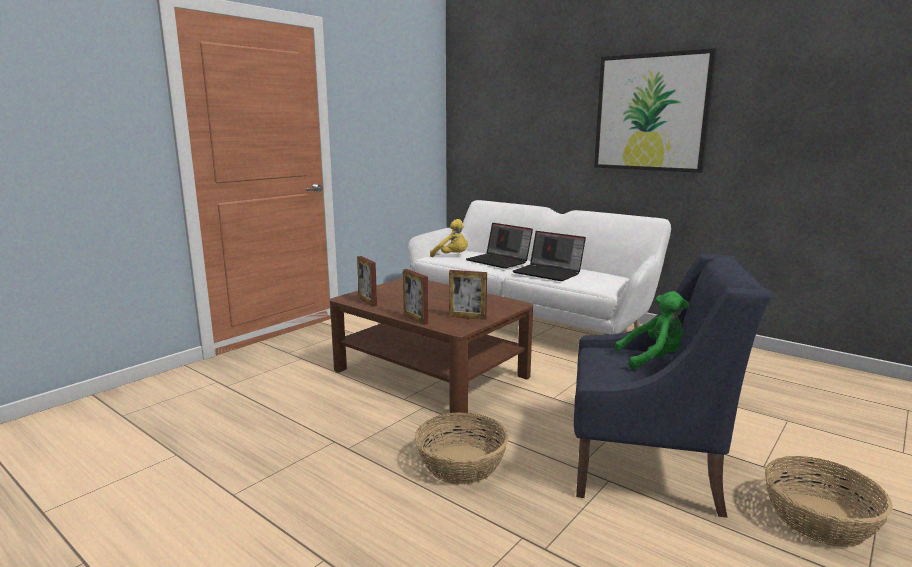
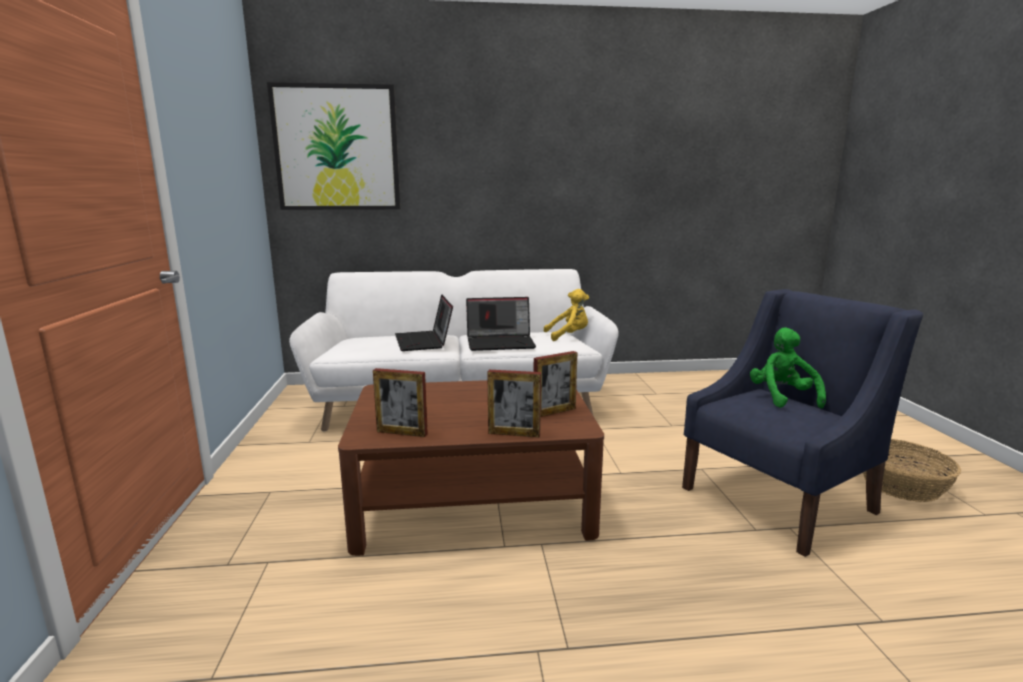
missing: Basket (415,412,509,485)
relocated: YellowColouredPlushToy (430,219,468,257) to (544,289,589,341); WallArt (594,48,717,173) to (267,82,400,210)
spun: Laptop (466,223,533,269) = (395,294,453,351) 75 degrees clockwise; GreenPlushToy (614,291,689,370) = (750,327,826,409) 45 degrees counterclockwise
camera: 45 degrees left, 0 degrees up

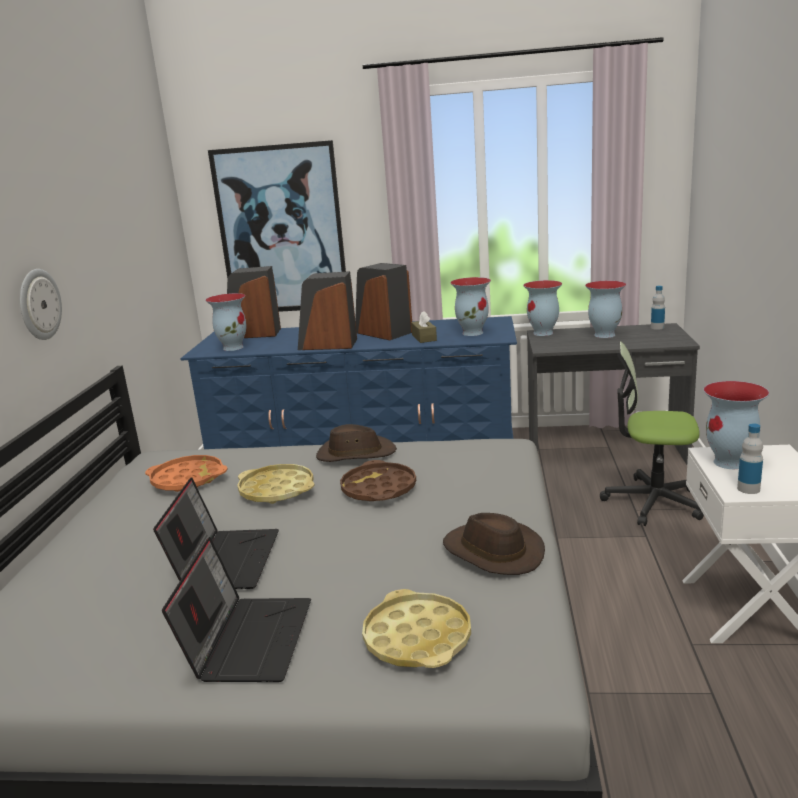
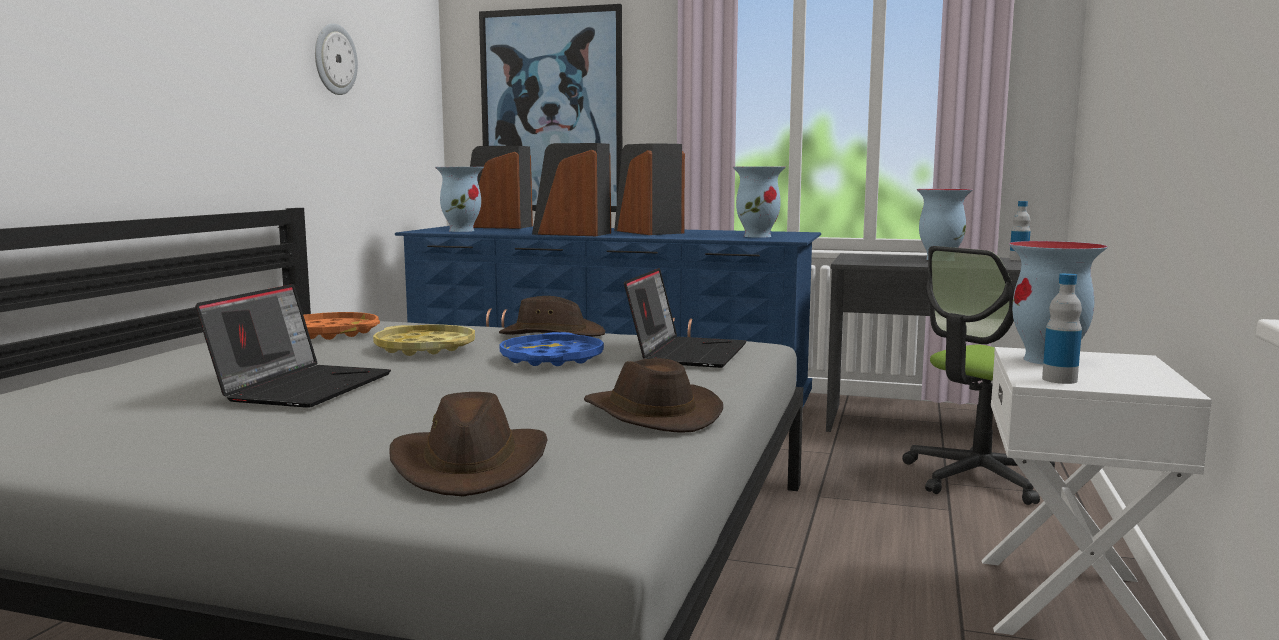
missing: BrownishTissueBox (411,311,437,343); FlowerVase (523,280,562,336)
relocated: HangingClock (20,269,62,340) to (315,23,358,95); Laptop (162,537,311,682) to (624,268,746,368)
exchanged: YellowColouredServingTray (362,589,471,668) to BrownishClothingHat (389,392,548,496)
colour: BrownishServingTray (340,460,416,501) to BlueColouredServingTray (500,332,604,366)
spun: DeskChair (600,342,704,526) = (902,246,1055,505) 60 degrees counterclockwise
camera: 10 degrees right, 10 degrees down

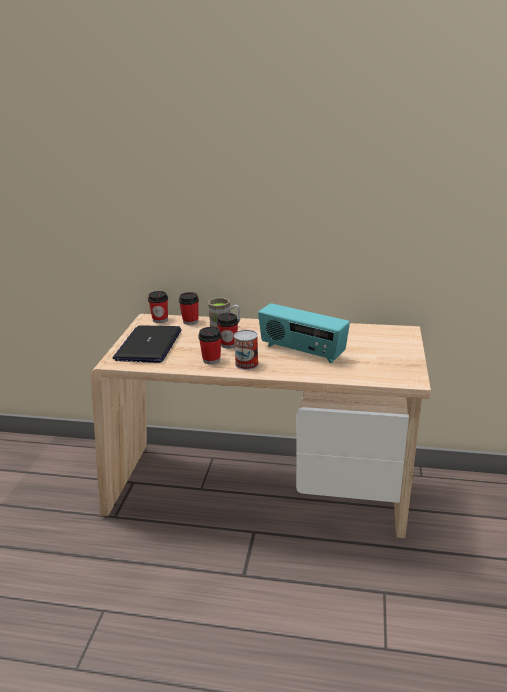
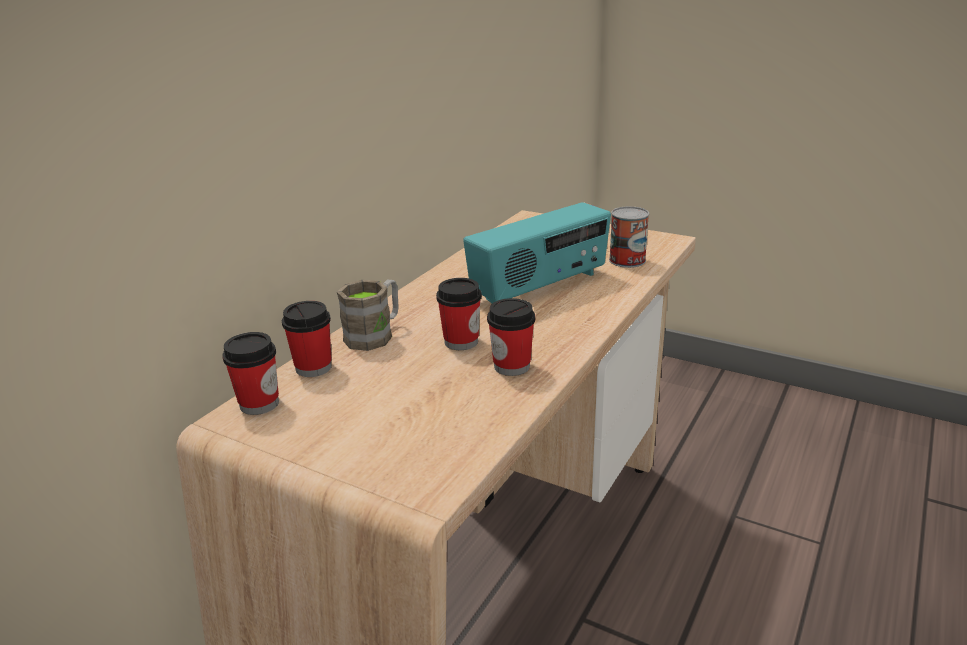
missing: Laptop (113,325,182,363)
relocated: Can (234,330,259,370) to (609,206,649,268)
camera: 70 degrees left, 0 degrees up

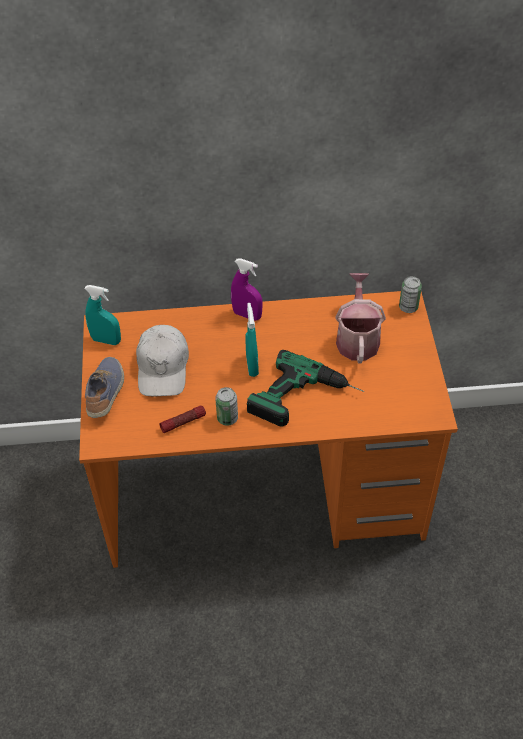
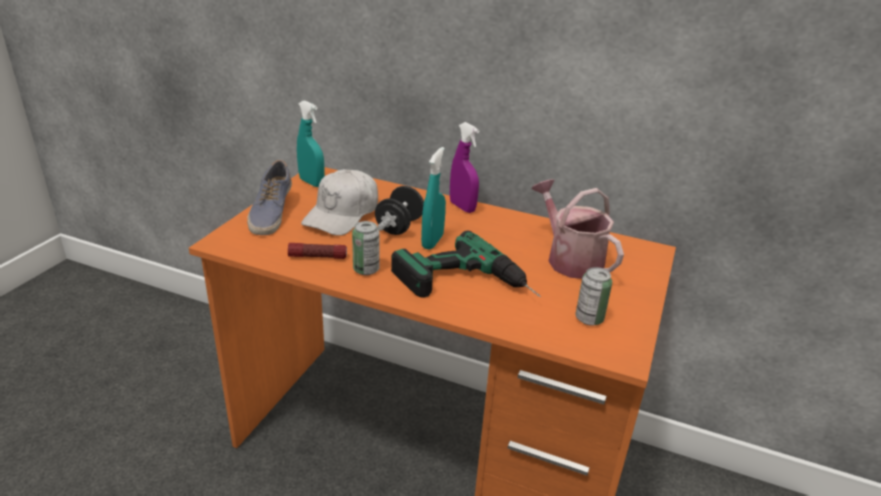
appeared: BlackColouredFreeWeight (375,186,424,235)
relocated: Can (399,276,422,313) to (576,267,612,326)
spun: ItemOfFootwear (85,357,124,418) = (247,160,292,235) 150 degrees clockwise; WateringCan (335,273,386,363) = (532,179,624,279) 60 degrees counterclockwise
camera: 25 degrees right, 20 degrees down

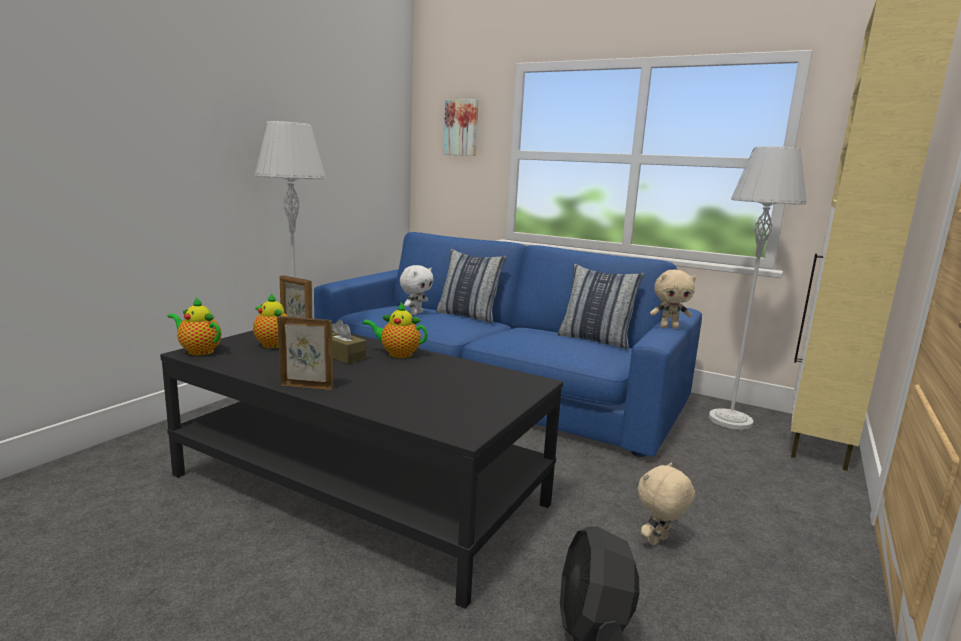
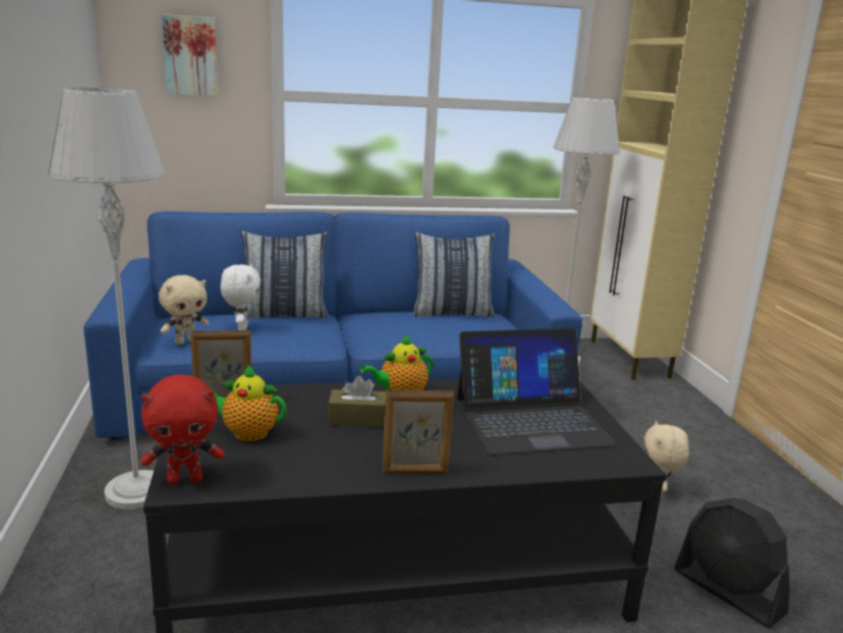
appeared: Laptop (457,328,617,455)
relocated: BeigeColouredPlushToy (650,270,696,329) to (159,275,209,345)
exchanged: PotForTea (168,297,221,356) to RedColouredPlushToy (141,375,224,485)
spun: StandingFrame (277,316,333,390) = (382,390,454,474) 150 degrees counterclockwise
camera: 40 degrees left, 5 degrees up

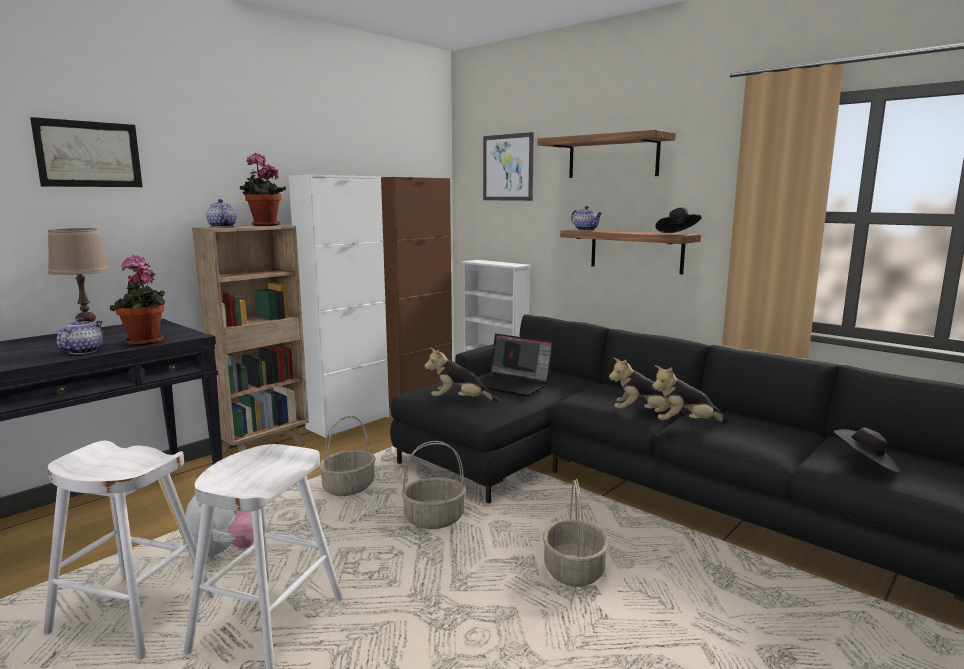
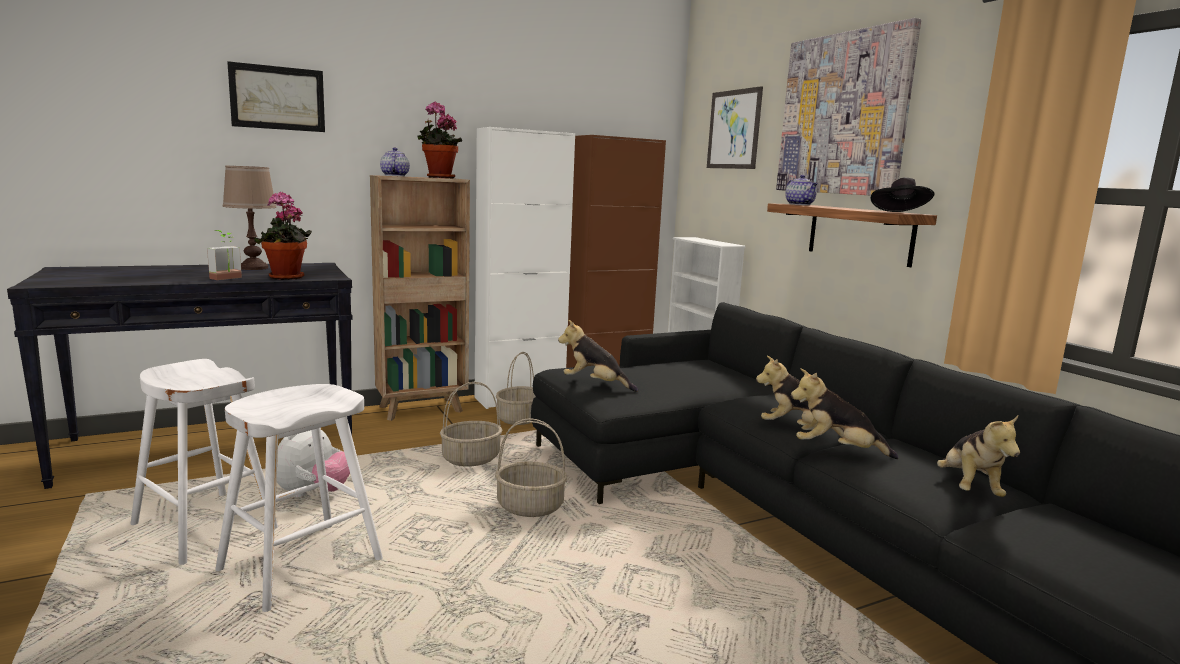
missing: Laptop (479,334,553,397); BlackColouredClothingHat (833,427,899,473)
appeared: PlushToy (937,415,1020,497)
relocated: Basket (543,479,608,587) to (496,352,536,425)
exchanged: PotForTea (57,317,103,354) to PottedPlant (207,230,242,280); BracketShelf (537,130,676,178) to WallArt (776,18,921,195)
camera: 20 degrees right, 0 degrees up

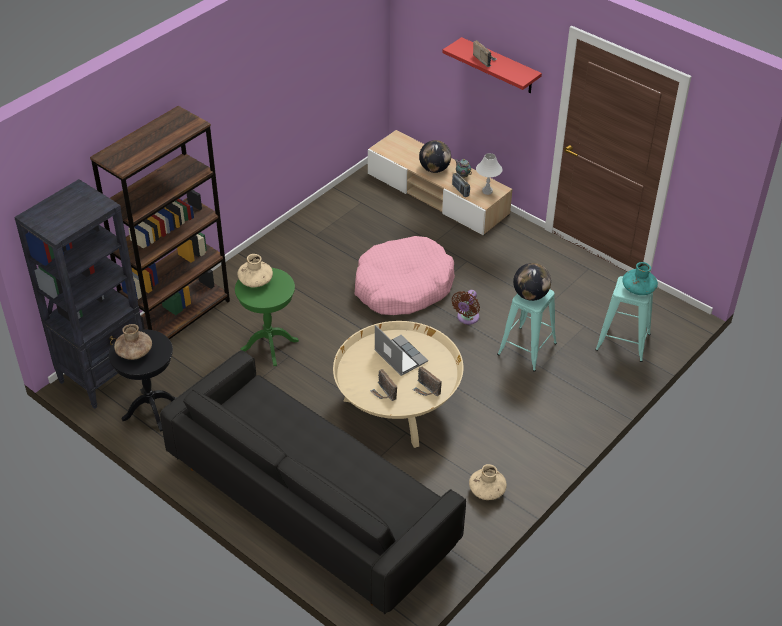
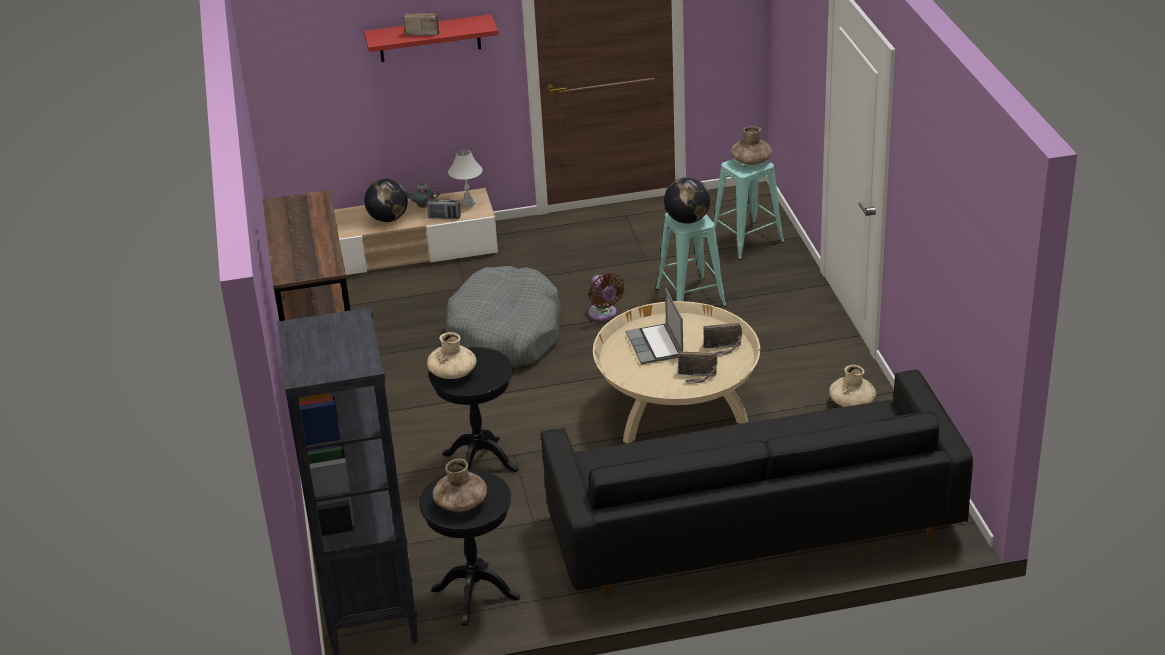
colour: GreenAccentTable (235,268,299,366) to BlackColouredAccentTable (429,347,518,472); PinkDogBed (355,236,455,315) to GrayDogBed (445,266,561,368); BlueGreenFlowerVase (622,262,658,295) to BrownishFlowerVase (731,126,772,165)
spun: Laptop (374,325,428,376) = (626,288,683,364) 105 degrees counterclockwise
camera: 50 degrees left, 10 degrees down

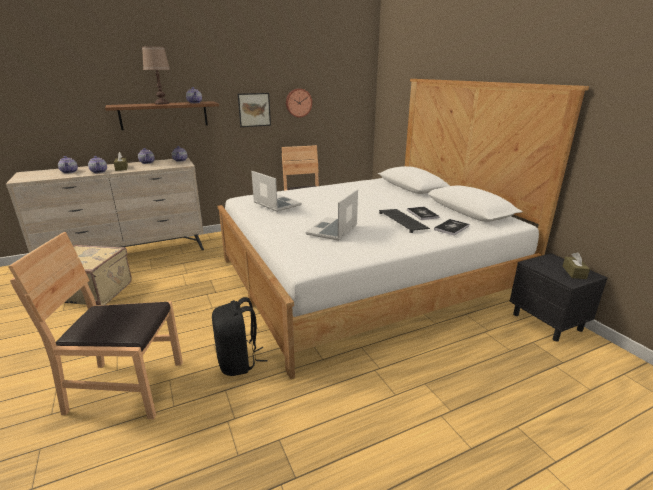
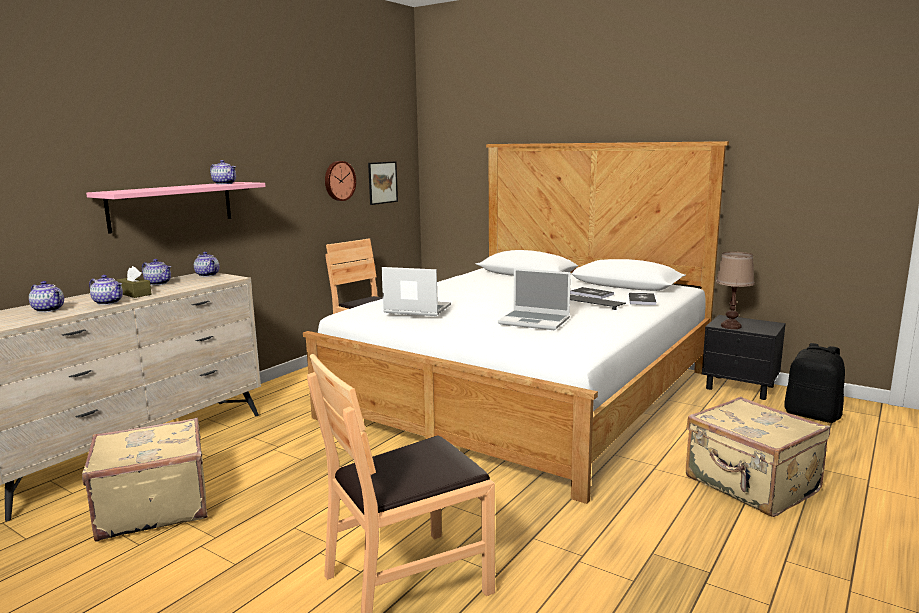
missing: BrownishTissueBox (563,252,590,279)
appeared: BeigeColouredSuitcase (686,397,830,517)
relocated: BrownishTableLamp (142,47,170,104) to (716,252,755,329); BlackColouredBackpack (212,297,268,376) to (785,343,845,423); WallArt (238,93,271,127) to (368,161,398,205)
colour: BrownishBracketShelf (105,101,219,130) to PinkBracketShelf (86,182,266,234)
spun: Laptop (306,189,358,241) = (498,268,571,330) 60 degrees counterclockwise
camera: 30 degrees left, 10 degrees down

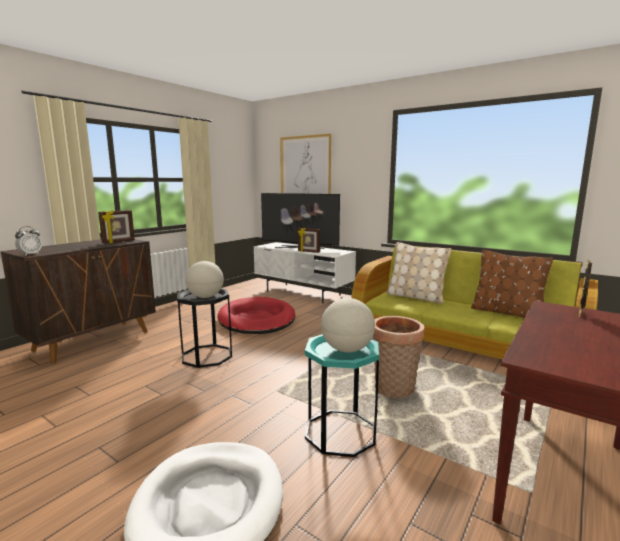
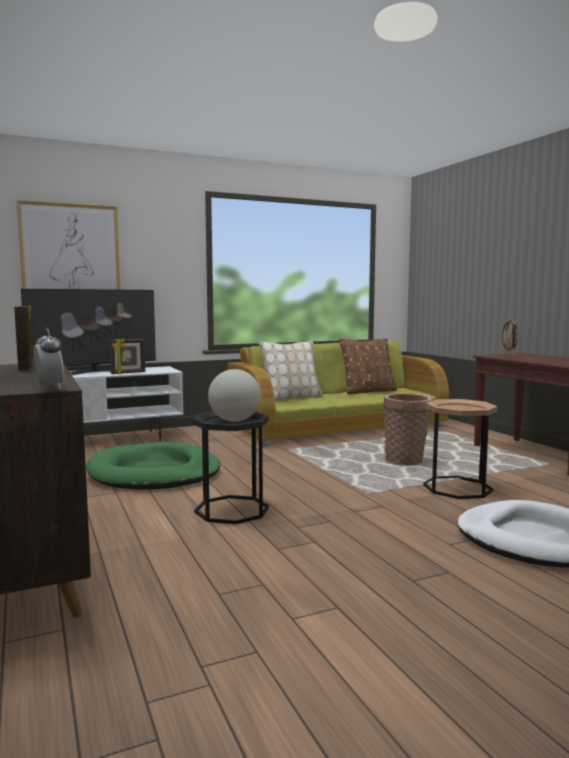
missing: WorldGlobe (321,298,375,352)
colour: RedColouredDogBed (217,297,296,334) to GreenDogBed (86,442,220,490); BlueGreenAccentTable (305,334,379,457) to BrownishAccentTable (423,399,498,499)
camera: 60 degrees left, 5 degrees down

